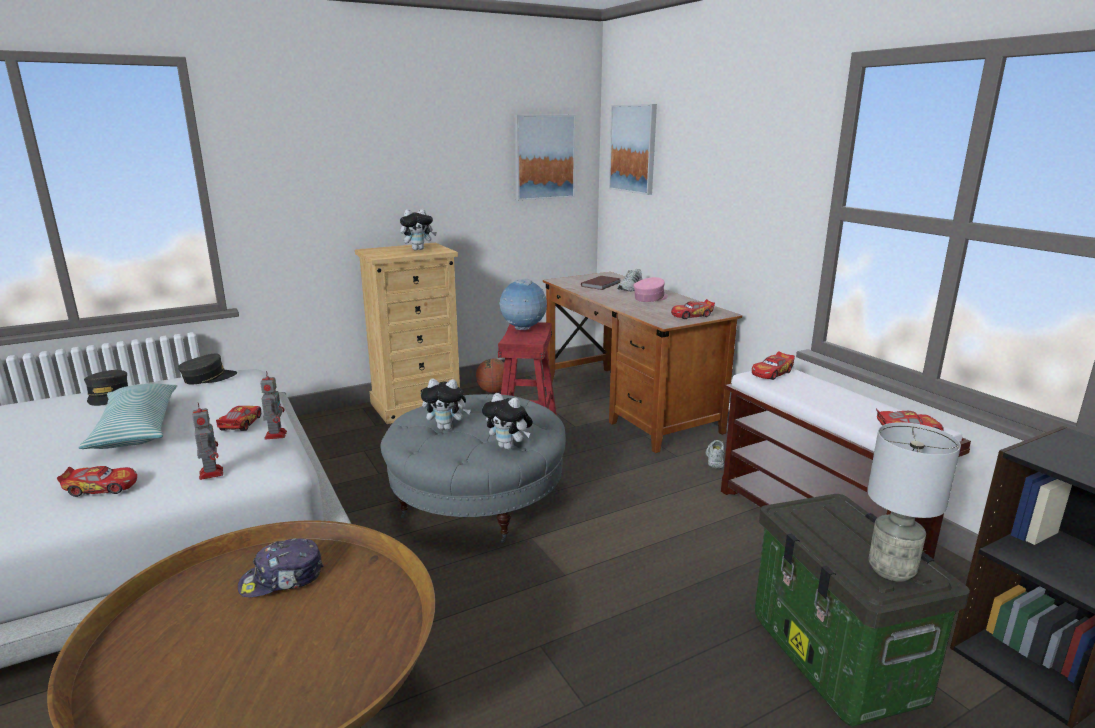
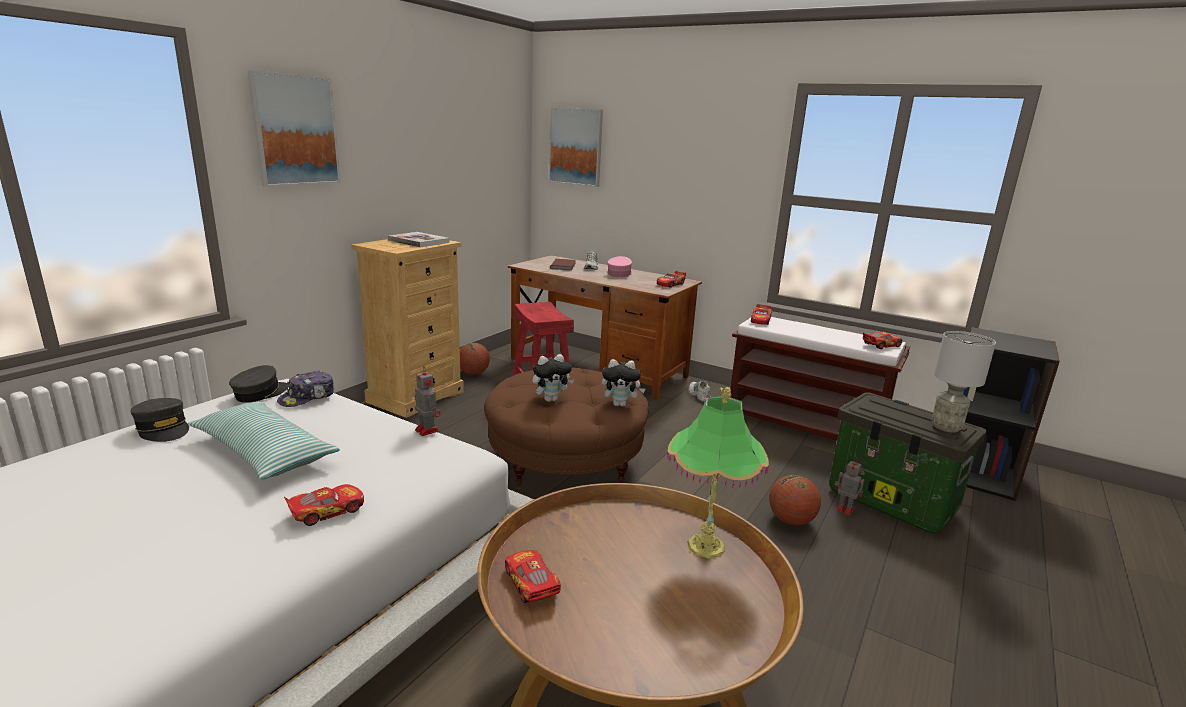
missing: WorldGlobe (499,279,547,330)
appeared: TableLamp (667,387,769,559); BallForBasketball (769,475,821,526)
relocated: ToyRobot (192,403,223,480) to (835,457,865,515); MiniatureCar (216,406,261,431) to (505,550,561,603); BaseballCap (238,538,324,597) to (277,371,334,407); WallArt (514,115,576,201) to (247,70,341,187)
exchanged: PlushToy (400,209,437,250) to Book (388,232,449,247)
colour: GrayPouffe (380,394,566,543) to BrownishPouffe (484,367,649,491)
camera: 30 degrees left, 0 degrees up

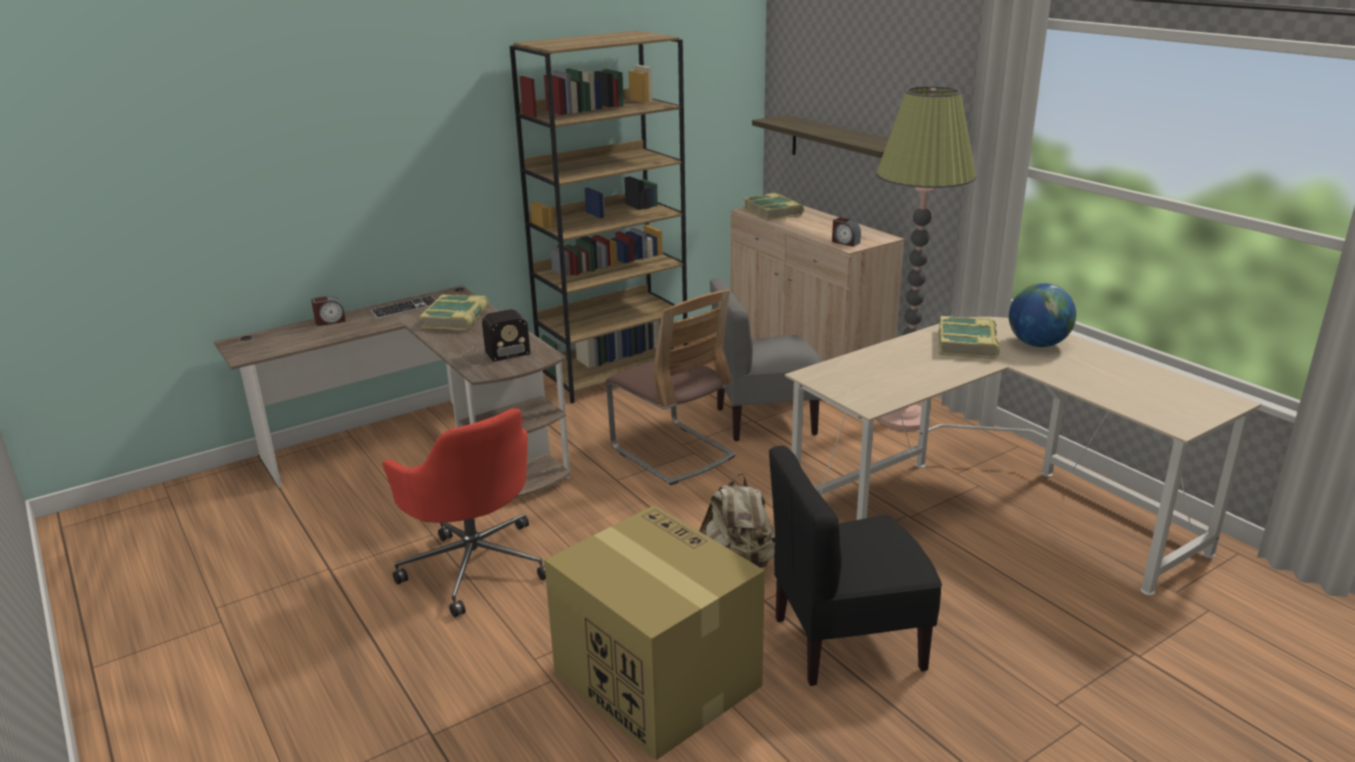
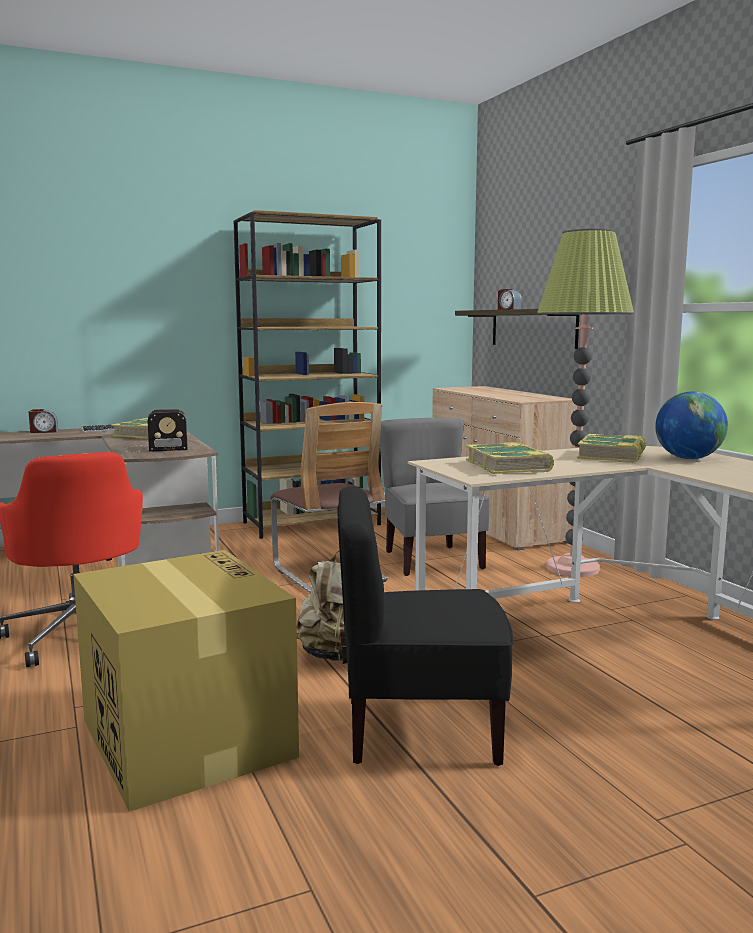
relocated: Book (743,193,804,221) to (466,442,554,474); AlarmClock (832,217,861,247) to (498,289,522,310)
spun: GrayPlainChair (710,278,822,442) = (380,418,490,576) 75 degrees clockwise
camera: 10 degrees right, 15 degrees down

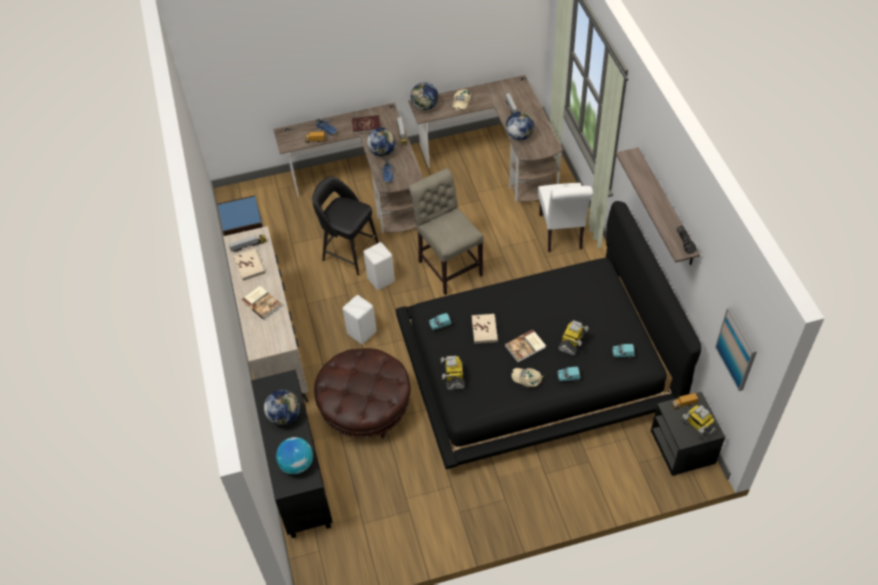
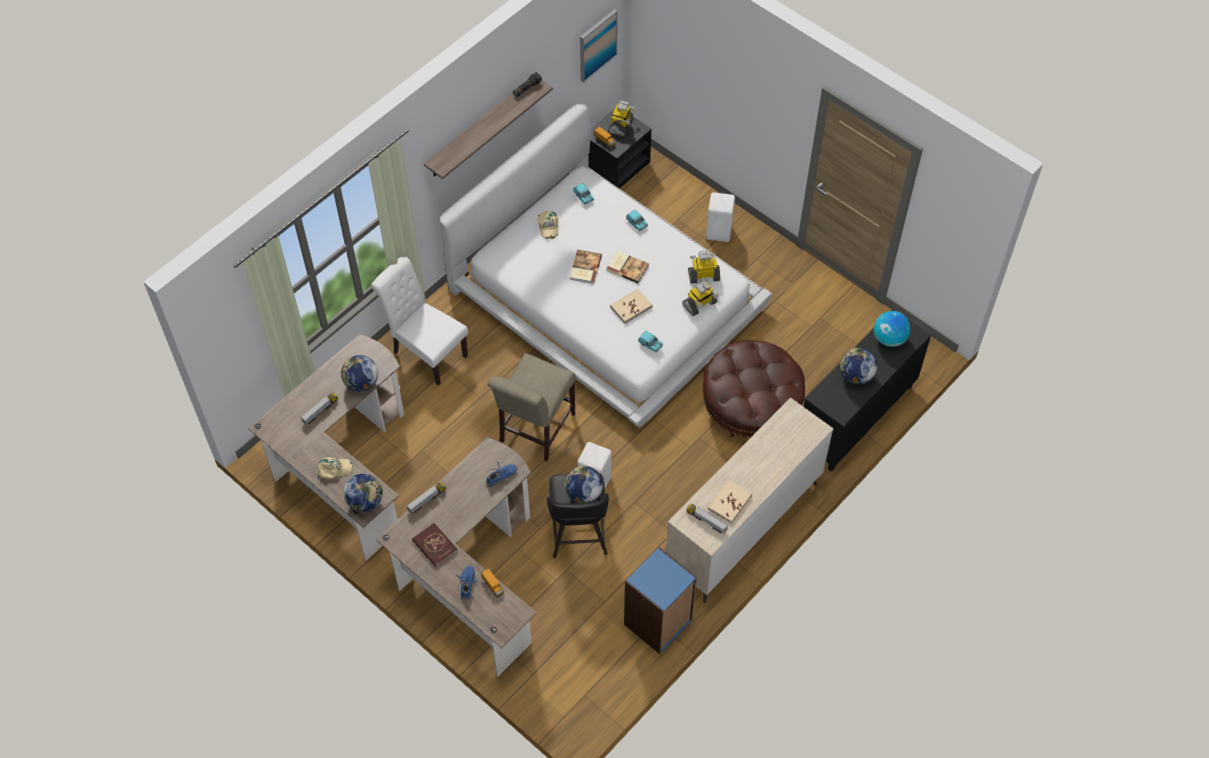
relocated: Book (241,286,282,320) to (570,250,602,284); WhiteSittingStool (343,295,377,344) to (706,192,735,242); WorldGlobe (367,128,396,156) to (564,466,603,503); BeigeColouredBaseballCap (511,368,544,387) to (538,210,558,239); ToyRobot (558,320,589,356) to (688,250,720,284)
colour: BlackColouredBedroomBed (396,201,701,469) to WhiteBedroomBed (440,104,772,428)
spun: WhitePlainChair (538,183,593,252) = (371,257,468,386) 105 degrees counterclockwise
camera: 125 degrees left, 5 degrees up

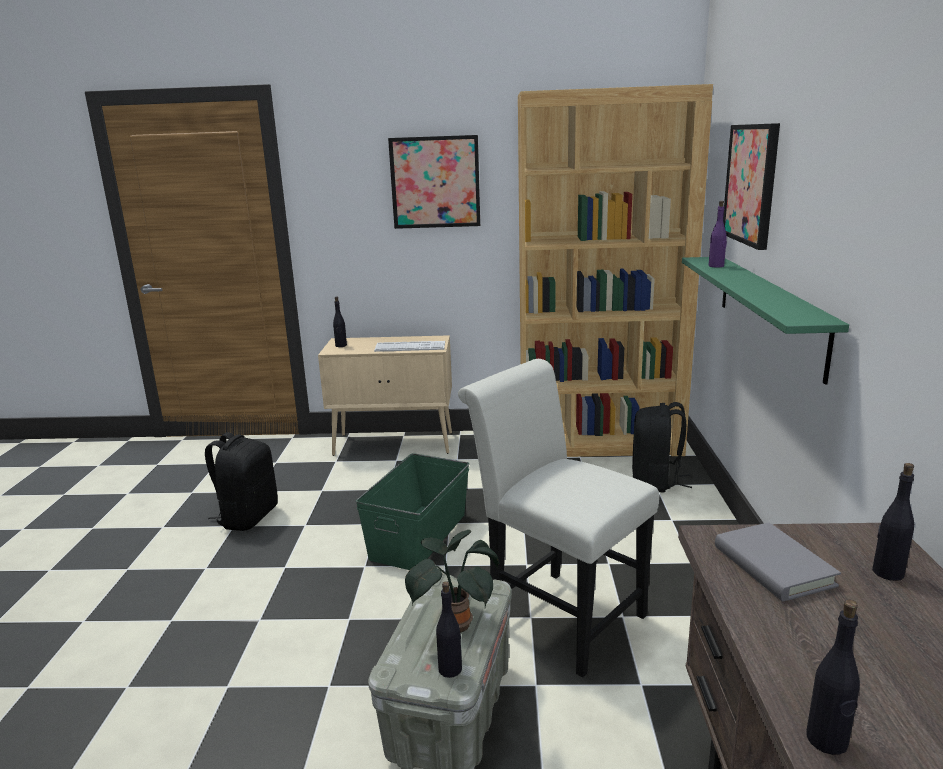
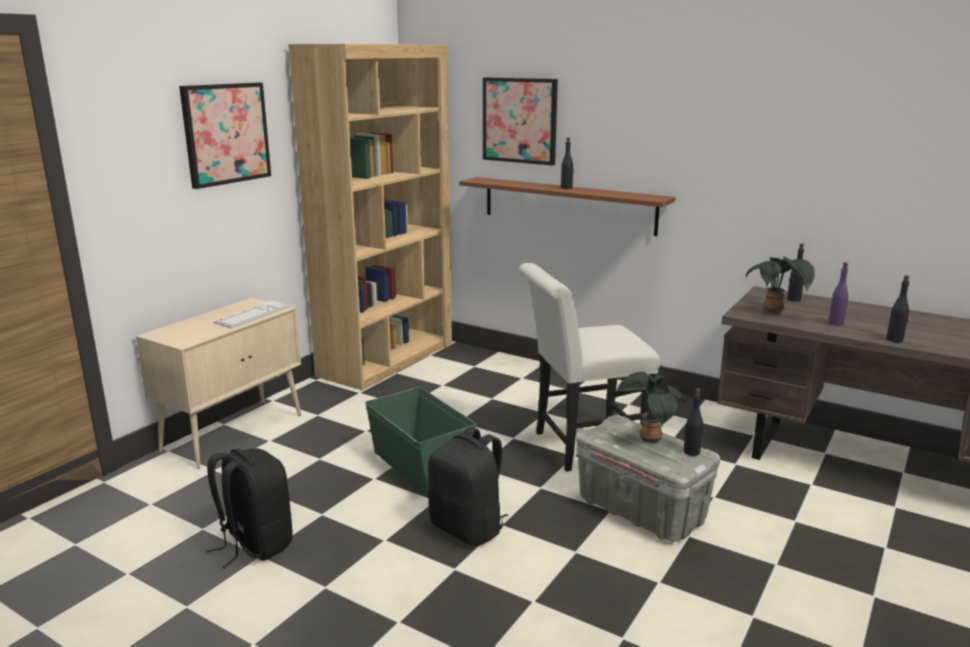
relocated: BlackColouredBottle (333,297,347,347) to (561,137,574,189); BlackColouredBackpack (632,402,692,493) to (428,426,509,546); PurplishBottle (709,201,727,268) to (828,262,848,326)
exchanged: GrayBook (715,522,841,602) to PottedPlant (746,257,815,314)
colour: GreenBracketShelf (682,257,849,384) to BrownishBracketShelf (459,177,675,236)
camera: 60 degrees left, 0 degrees up

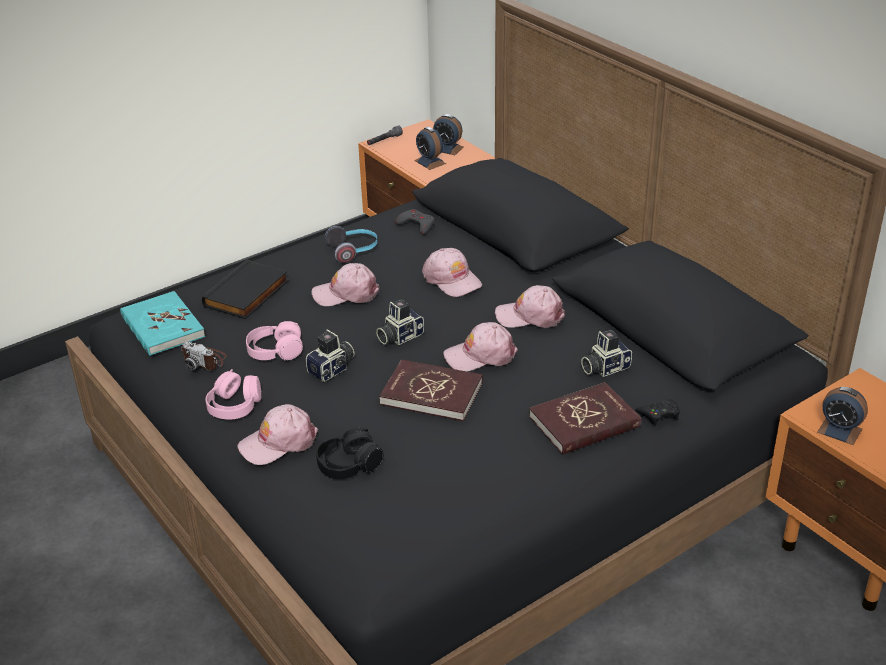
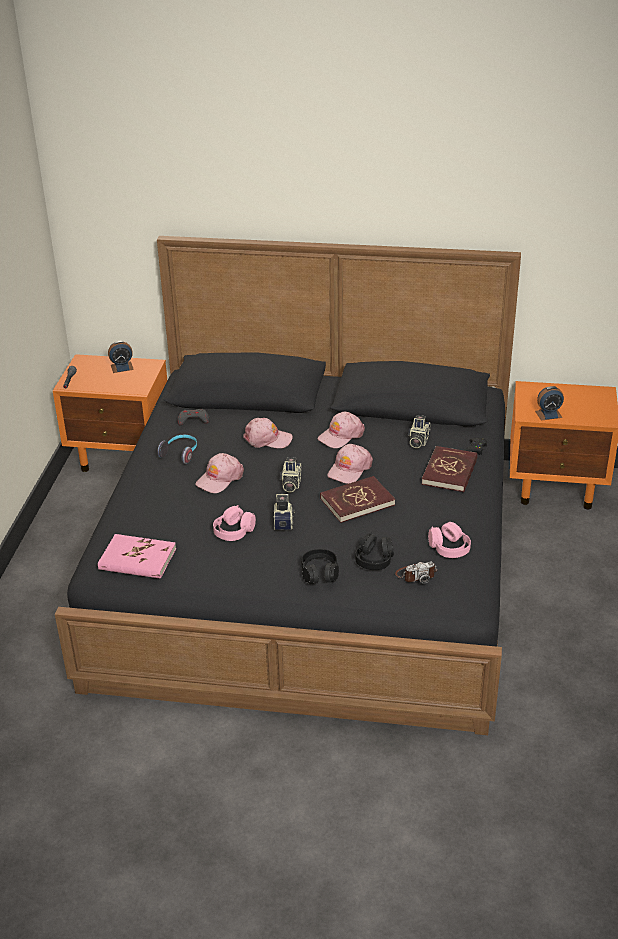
missing: BlackColouredBook (202,260,289,319); AlarmClock (414,127,446,170)
relocated: PhotoCamera (181,341,226,370) to (395,561,437,584); PinkHeadphones (205,369,261,419) to (428,522,471,558)
exchanged: PinkBaseballCap (237,404,318,465) to BlackColouredHeadphones (301,549,339,584)
colour: BlueGreenBook (120,291,205,356) to PinkBook (98,534,176,579)
camera: 45 degrees left, 0 degrees up

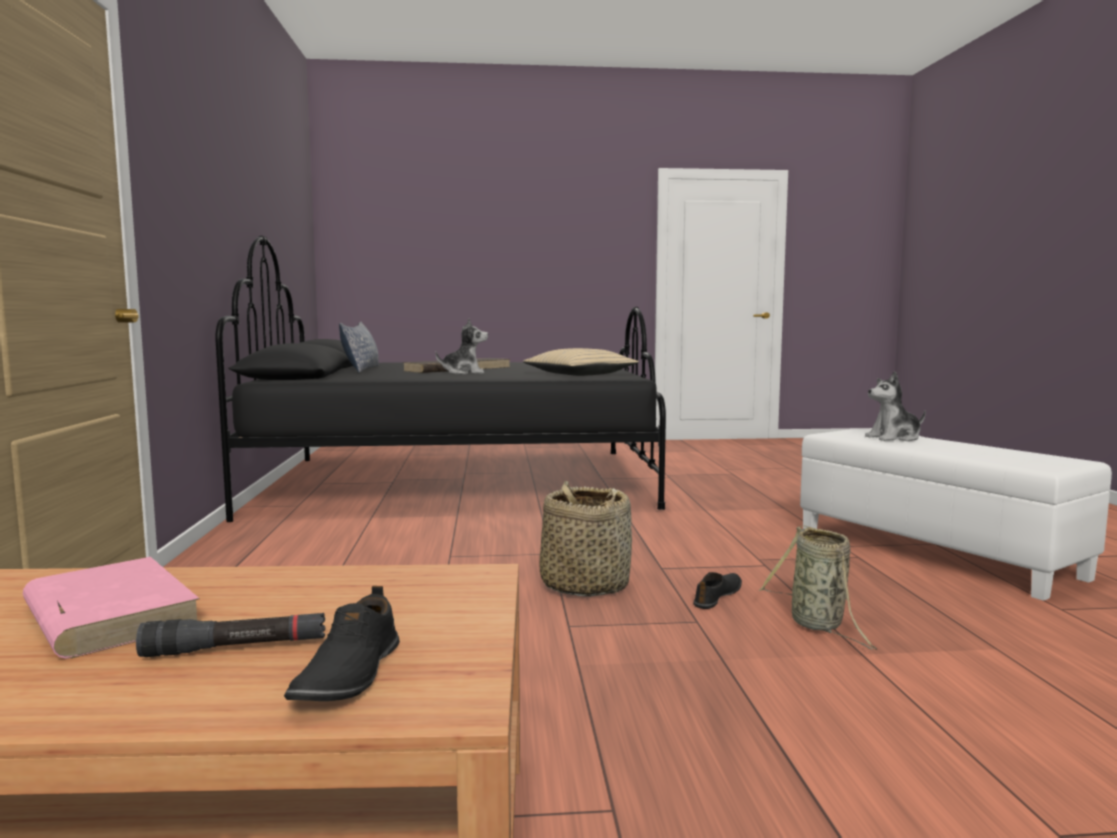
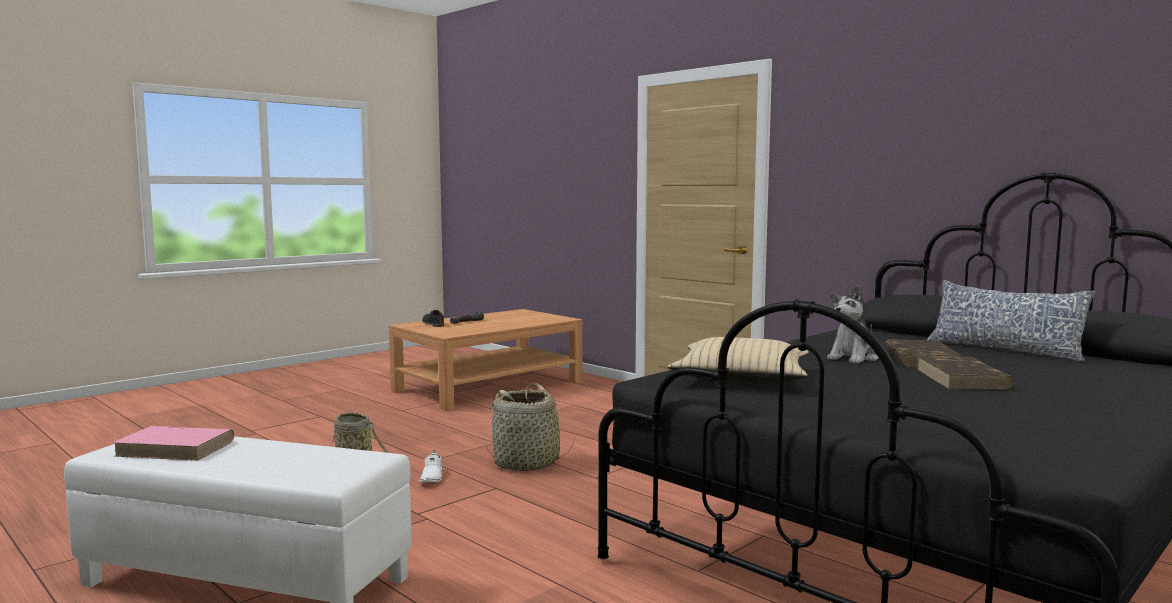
missing: PlushToy (865,371,926,441)
relocated: PinkBook (23,557,200,659) to (112,426,234,461)
colour: BlackColouredItemOfFootwear (693,572,742,609) to WhiteItemOfFootwear (419,450,443,483)
camera: 140 degrees right, 0 degrees up

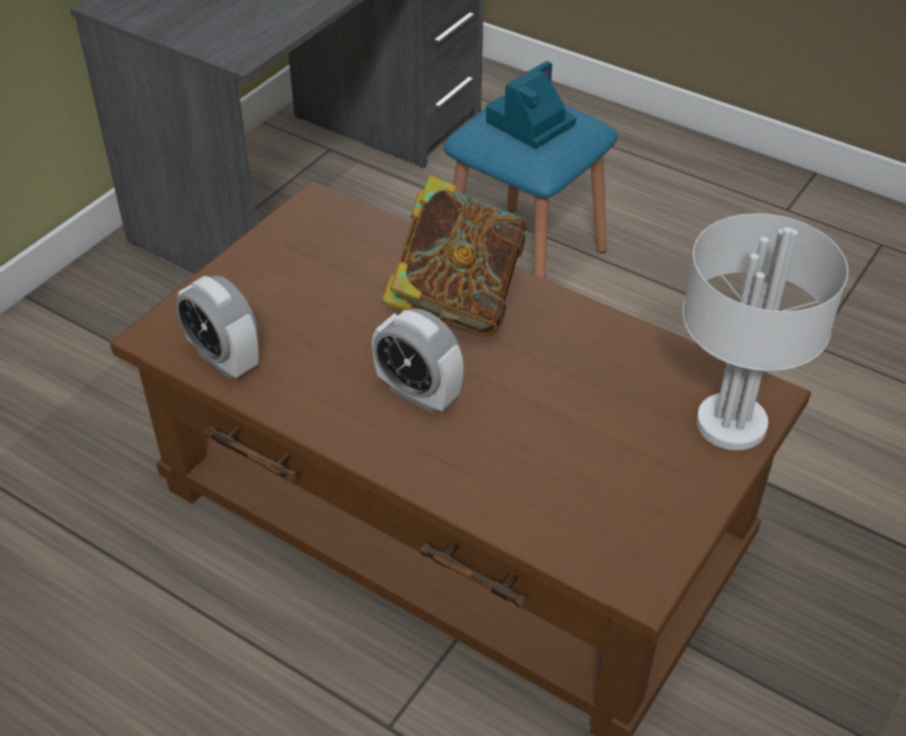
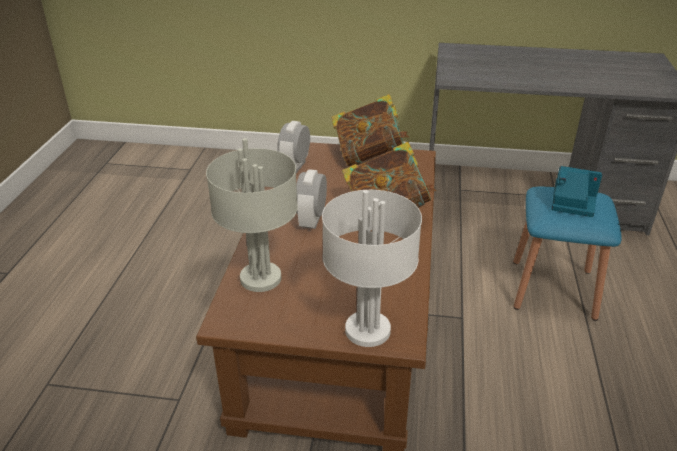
appeared: GrayTableLamp (206,138,298,292); Book (331,94,409,166)
camera: 65 degrees right, 10 degrees down

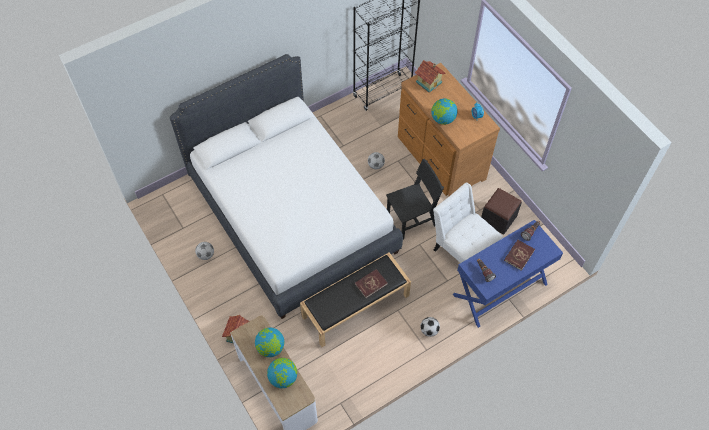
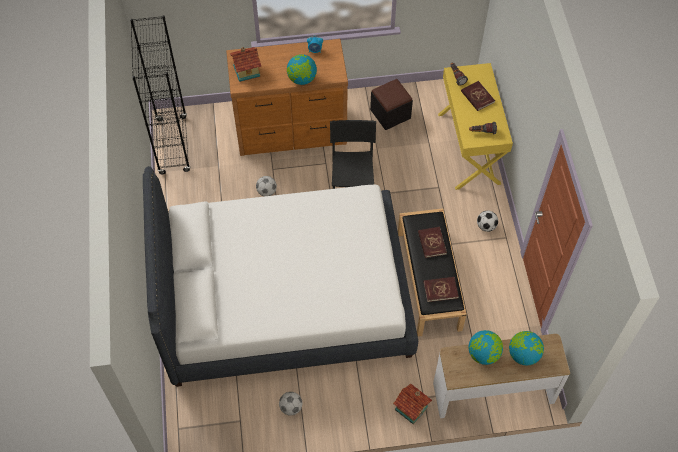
missing: WhitePlainChair (433,182,503,263)
appeared: RedColouredBook (424,277,459,302)
colour: BlueColouredDesk (453,220,563,328) to YellowColouredDesk (438,63,513,190)
camera: 65 degrees left, 0 degrees up

